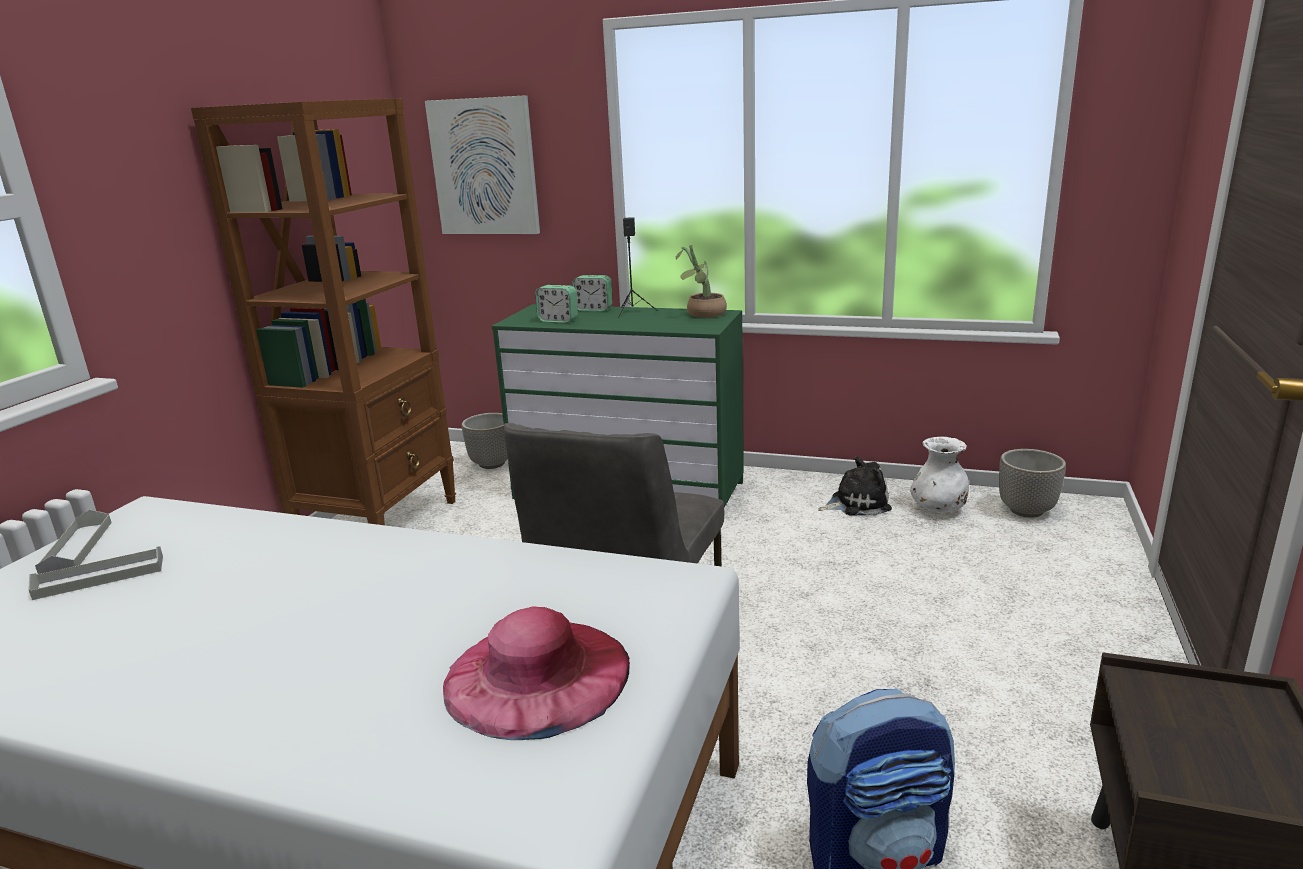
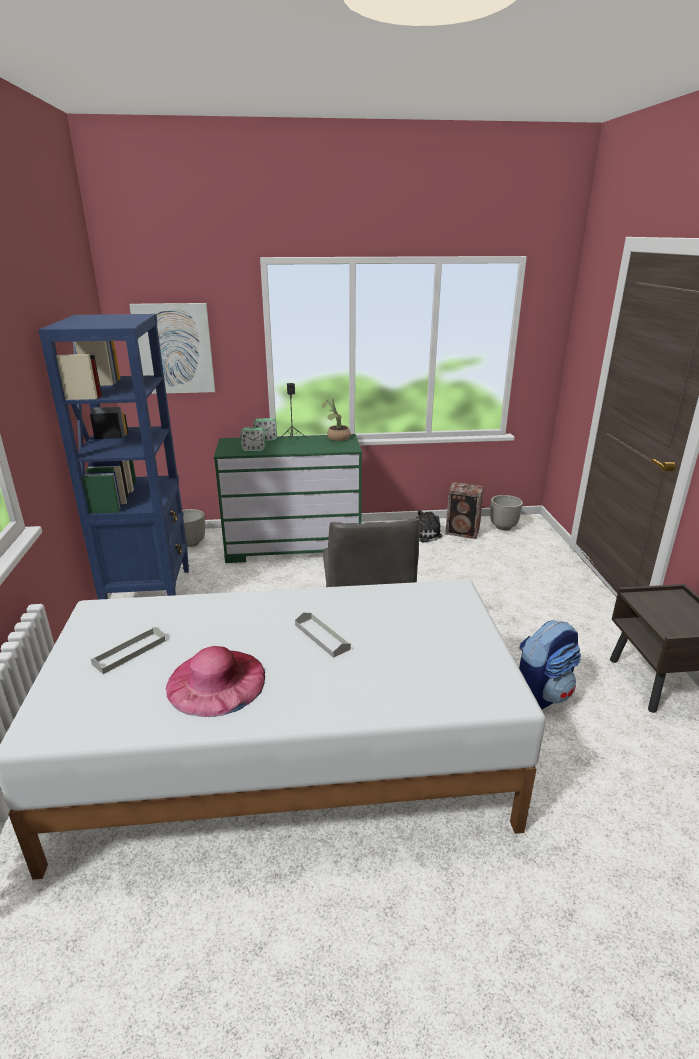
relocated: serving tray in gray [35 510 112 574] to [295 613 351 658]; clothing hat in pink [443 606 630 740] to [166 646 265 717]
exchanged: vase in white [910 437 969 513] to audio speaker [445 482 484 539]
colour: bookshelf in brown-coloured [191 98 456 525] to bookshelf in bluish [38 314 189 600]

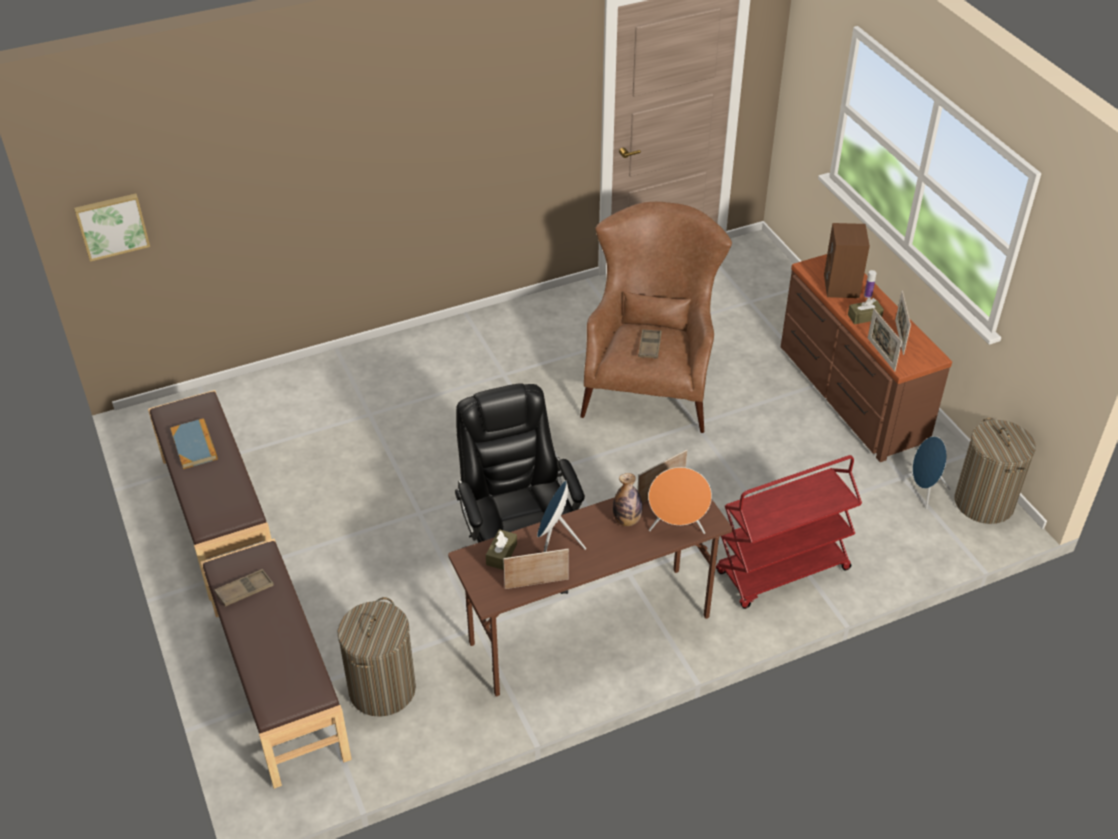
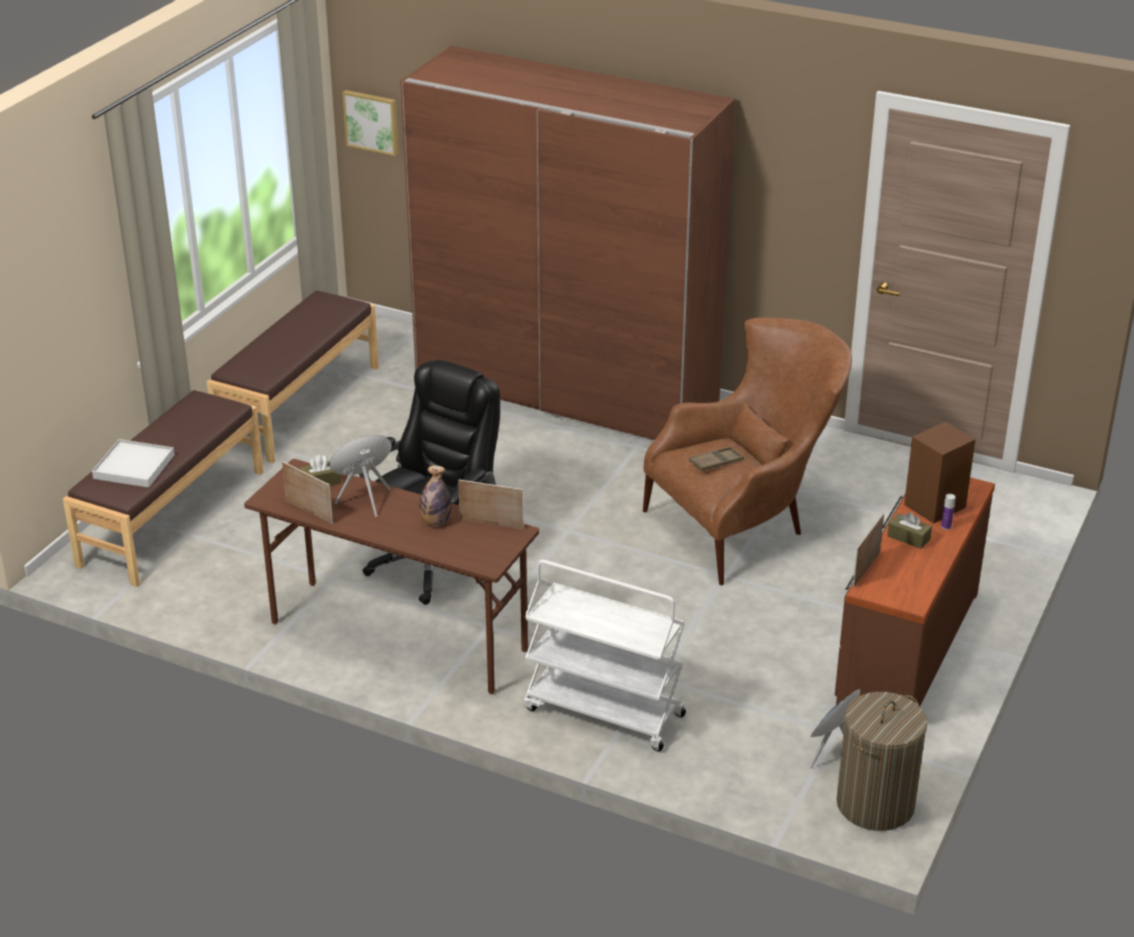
missing: volume [170 418 218 469]; serving tray in brown-coloured [214 569 274 607]; washing basket [338 597 416 717]; audio speaker in orange [648 467 712 534]; standing frame [895 291 911 355]
appeared: serving tray in white [92 439 175 488]; clothes cupboard in brown-coloured [400 46 735 440]
colour: wheeled cart in reddish [716 455 862 609] to wheeled cart in white [524 560 686 751]

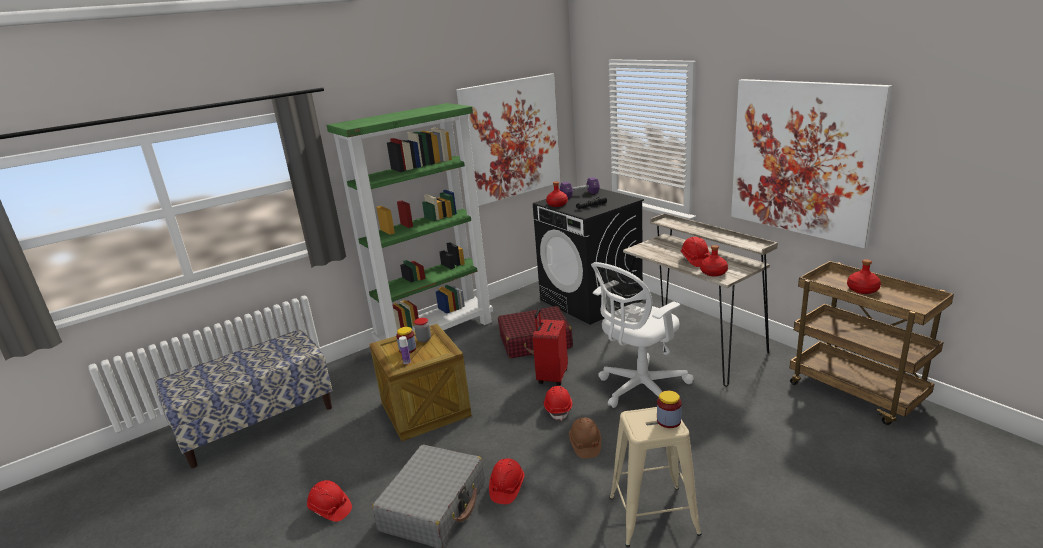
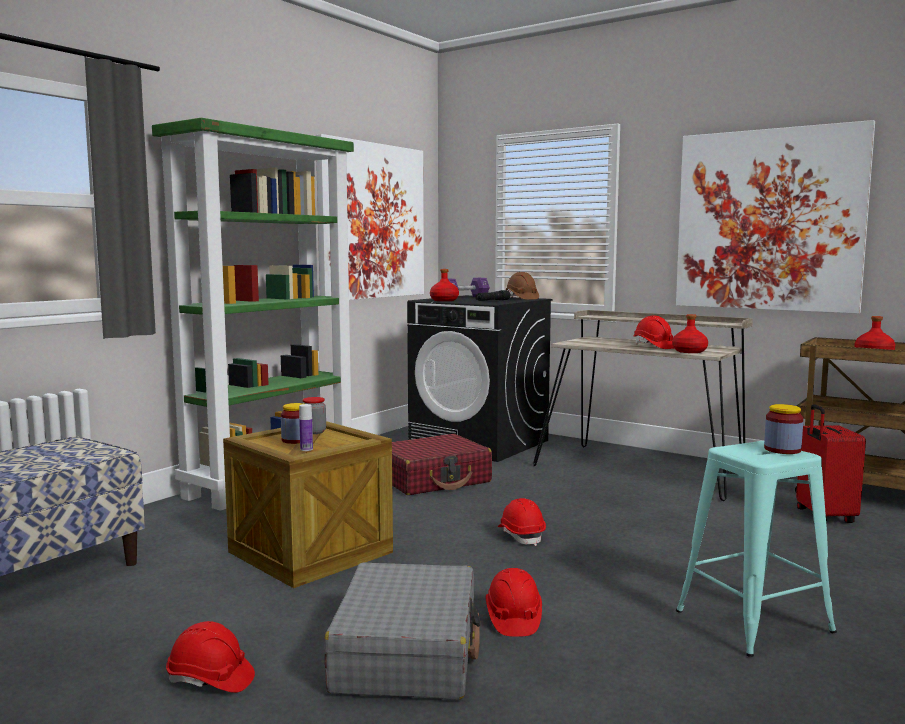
missing: office chair in white [591 262 694 408]
relocated: suitcase in reddish [533 309 568 385] to [796 404 866 523]; work helmet in brown-coloured [569 417 601 458] to [506 272 539 300]
colour: stool seat in beige [609 407 701 547] to stool seat in turquoise-coloured [676 441 837 657]

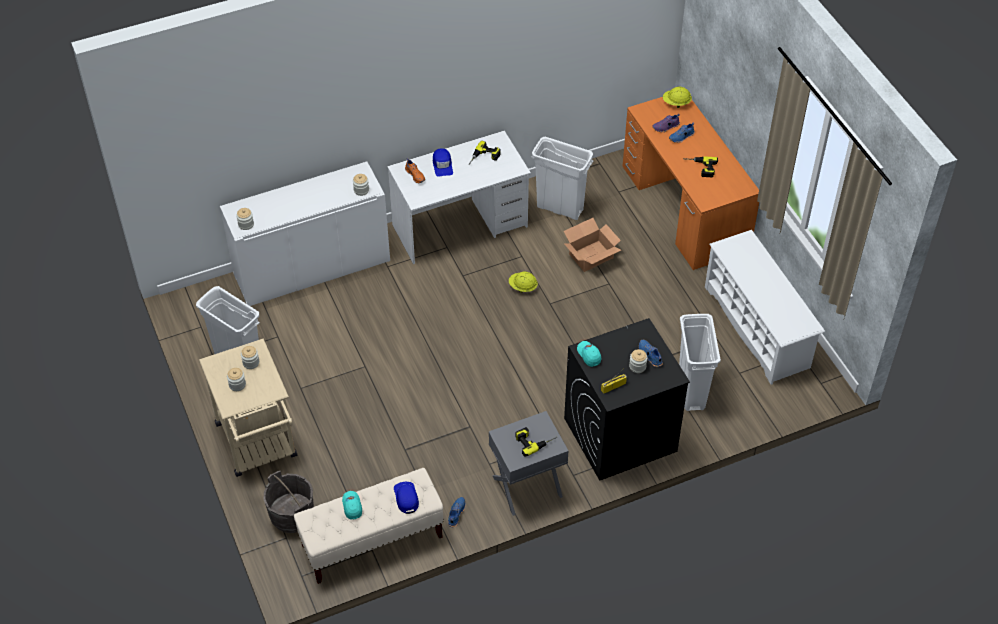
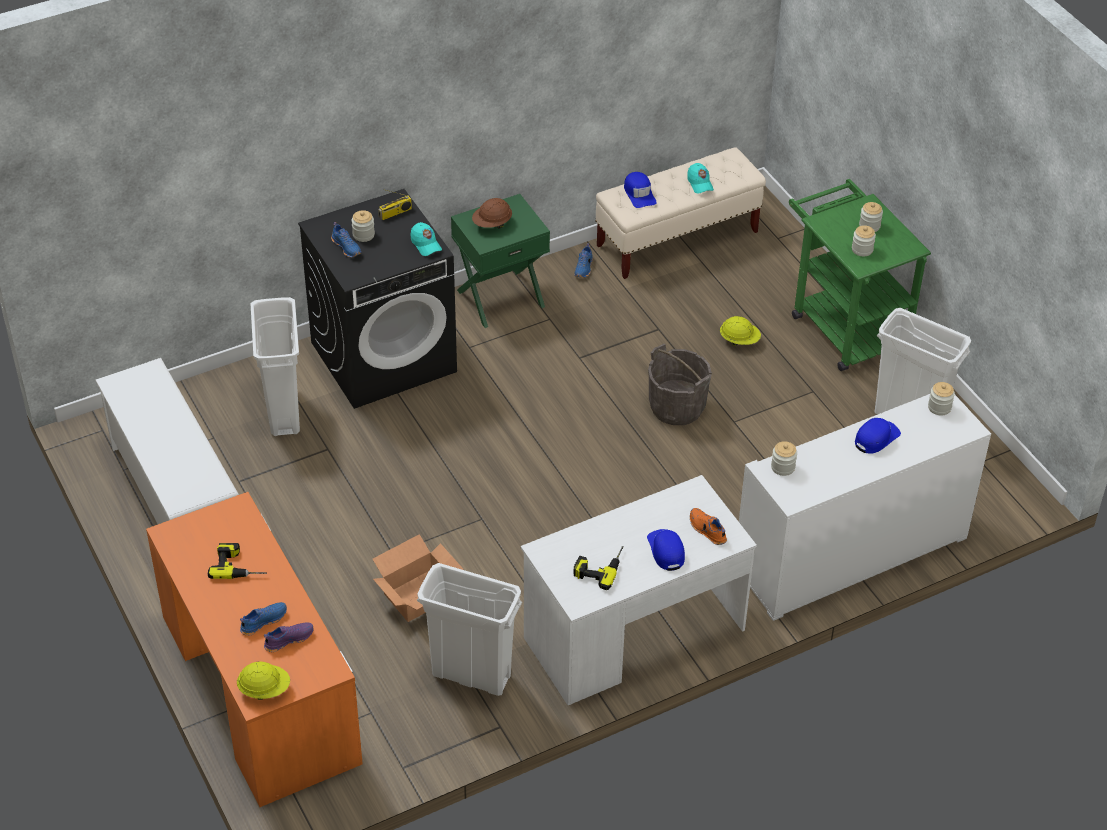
appeared: baseball cap in bluish [855 418 901 454]
relocated: pail in gray [263 471 314 533] to [648 344 712 425]; work helmet in yellowish [509 272 538 293] to [720 316 761 346]
exchanged: drill [515 427 557 457] to work helmet in brown-coloured [472 198 512 228]
colour: wheeled cart in beige [199 338 297 477] to wheeled cart in green-coloured [789 179 931 371]; bedside table in gray [489 411 569 516] to bedside table in green-coloured [451 194 550 328]

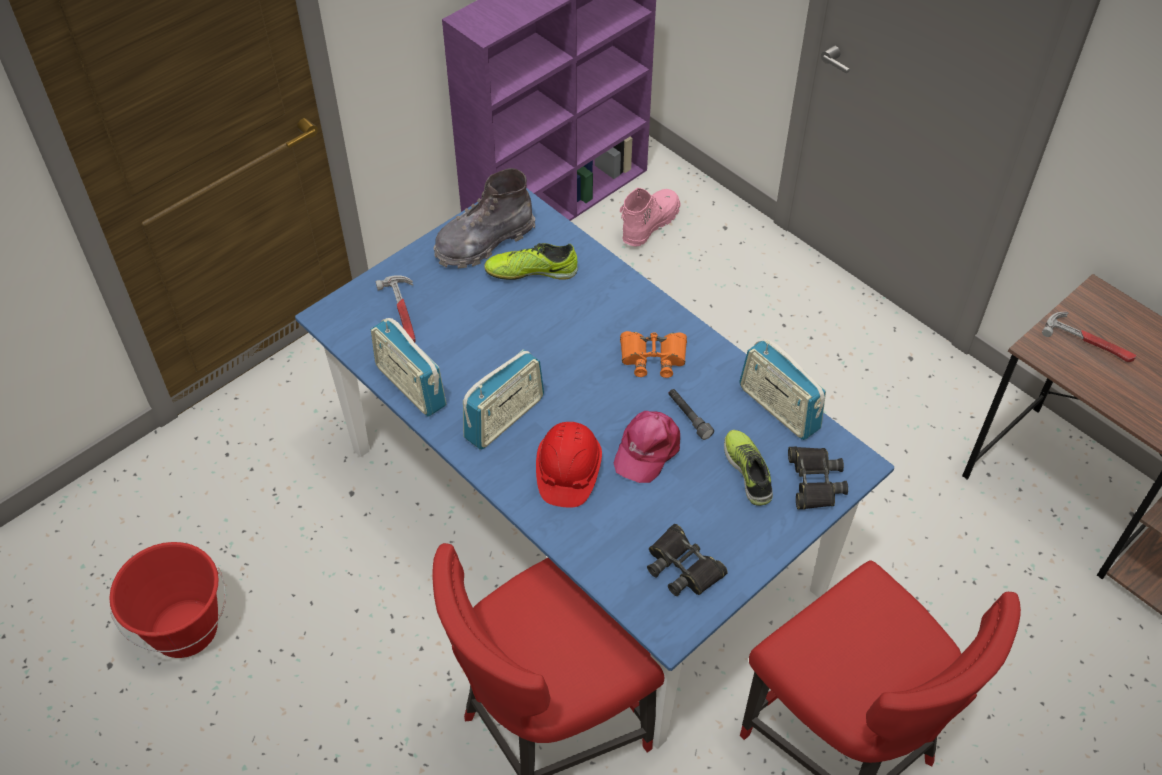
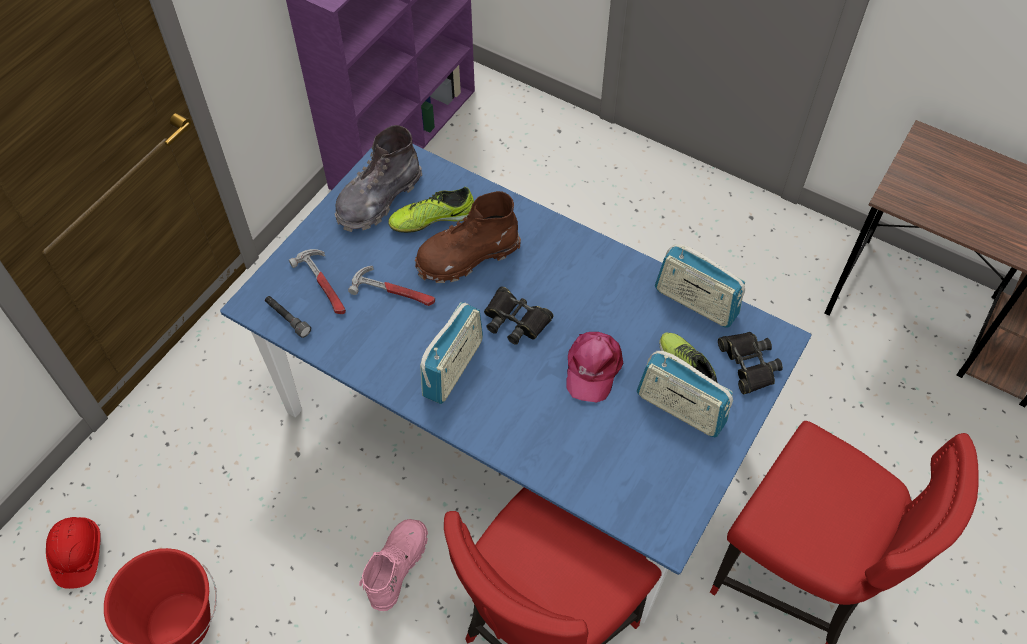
missing: field glasses in orange [620 331 687 378]
appeared: tall boot in brown-coloured [415 191 521 283]
relocated: radio set [370 318 447 417] to [637 351 733 437]; work helmet in reddish [536 422 602 508] to [46 517 101 589]; tall boot in pink [620 188 680 247] to [359 519 428 611]; field glasses in black-coloured [647 524 728 596] to [484 286 554 345]; hand torch in gray [668 389 714 440] to [265 296 311 338]; tool hammer [1042 312 1136 362] to [348 266 435 306]

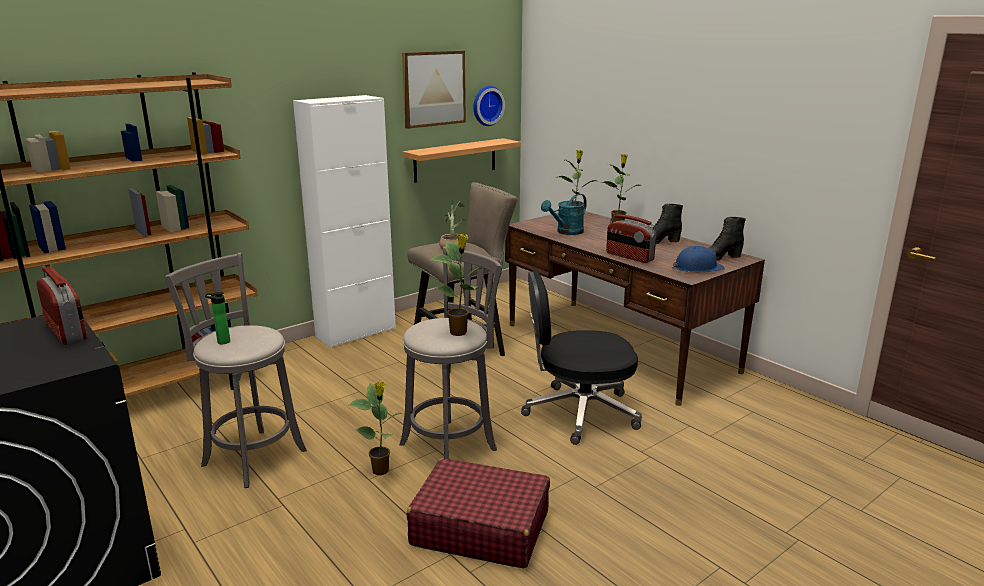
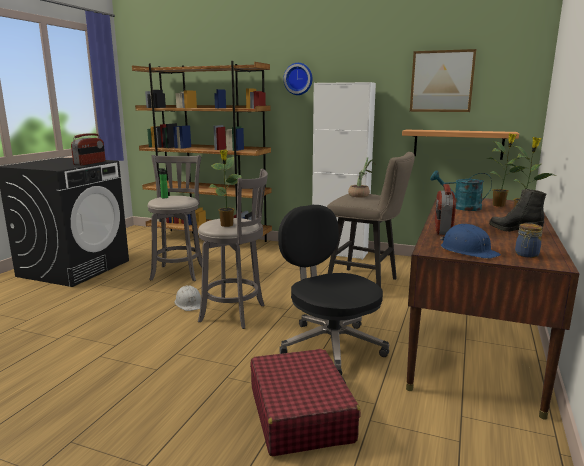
relocated: suitcase in reddish [407 458 550 568] to [250 349 361 456]; wall clock [473 86 505 126] to [283 63 313 95]
exchanged: plant in a pot [349 382 406 475] to work helmet in white [175 285 201 311]; tall boot in black-coloured [709 217 746 261] to jar [515 223 543 258]

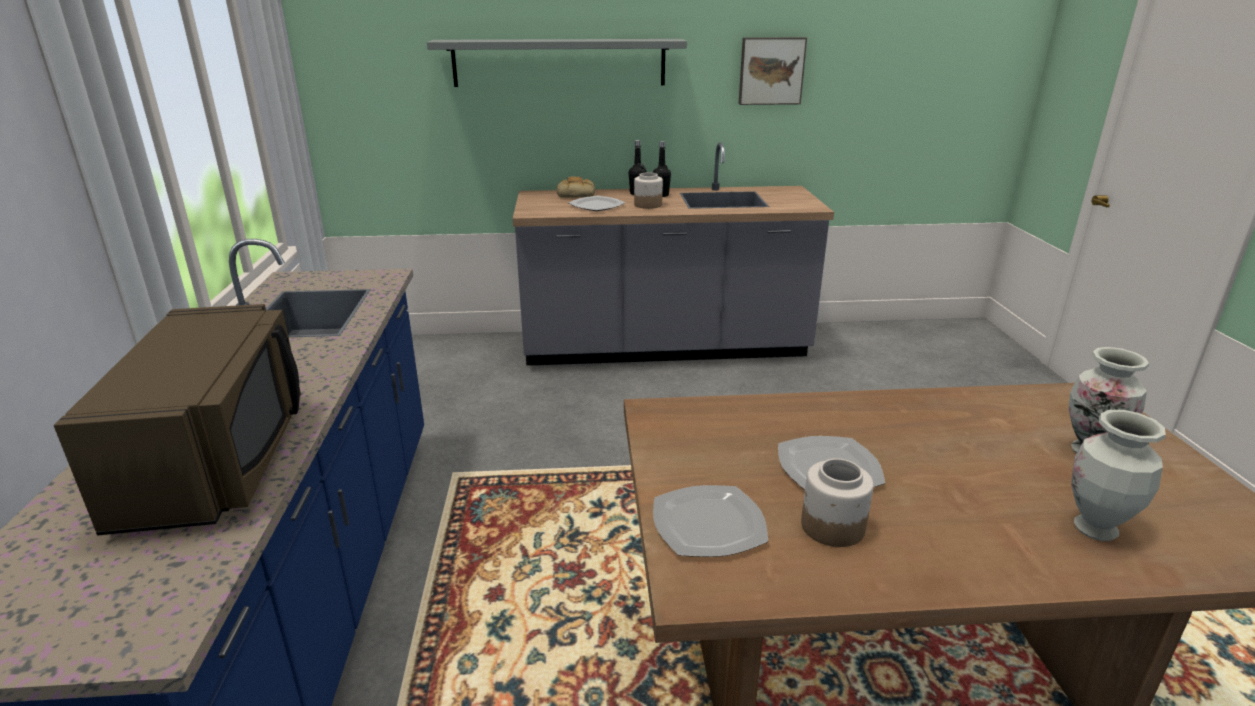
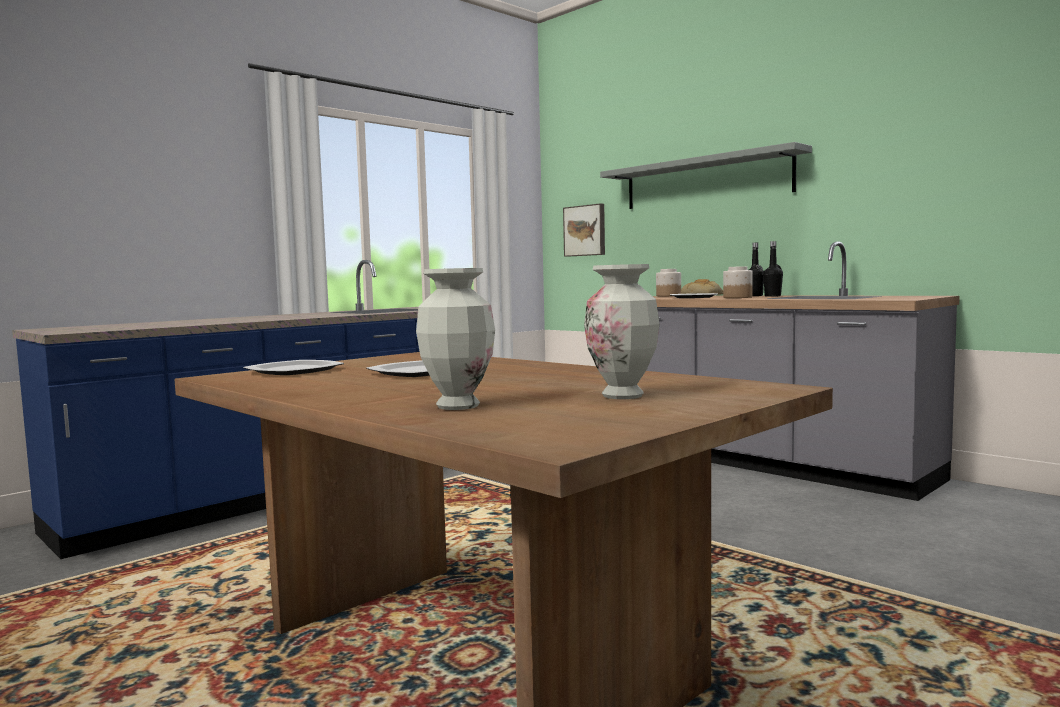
missing: microwave oven in brown-coloured [54 304 301 536]
relocated: picture [739 37 807 105] to [563 203 605 257]; jar [801 458 874 547] to [656 269 681 296]

